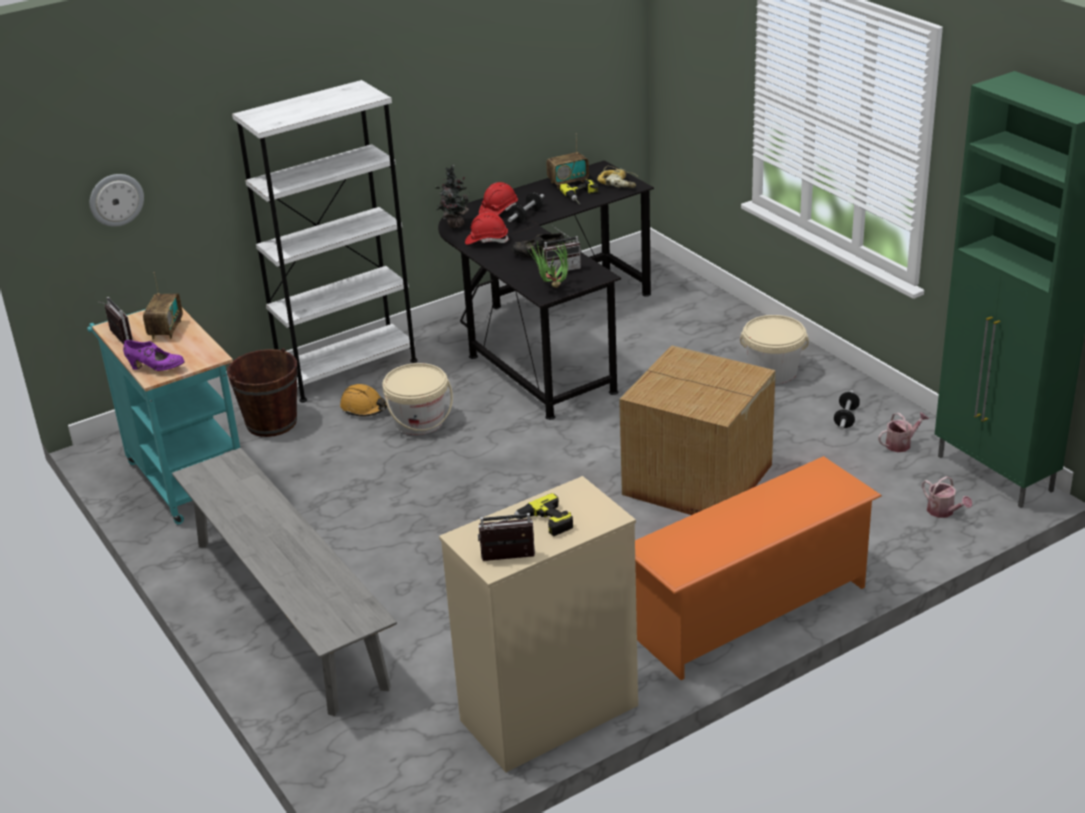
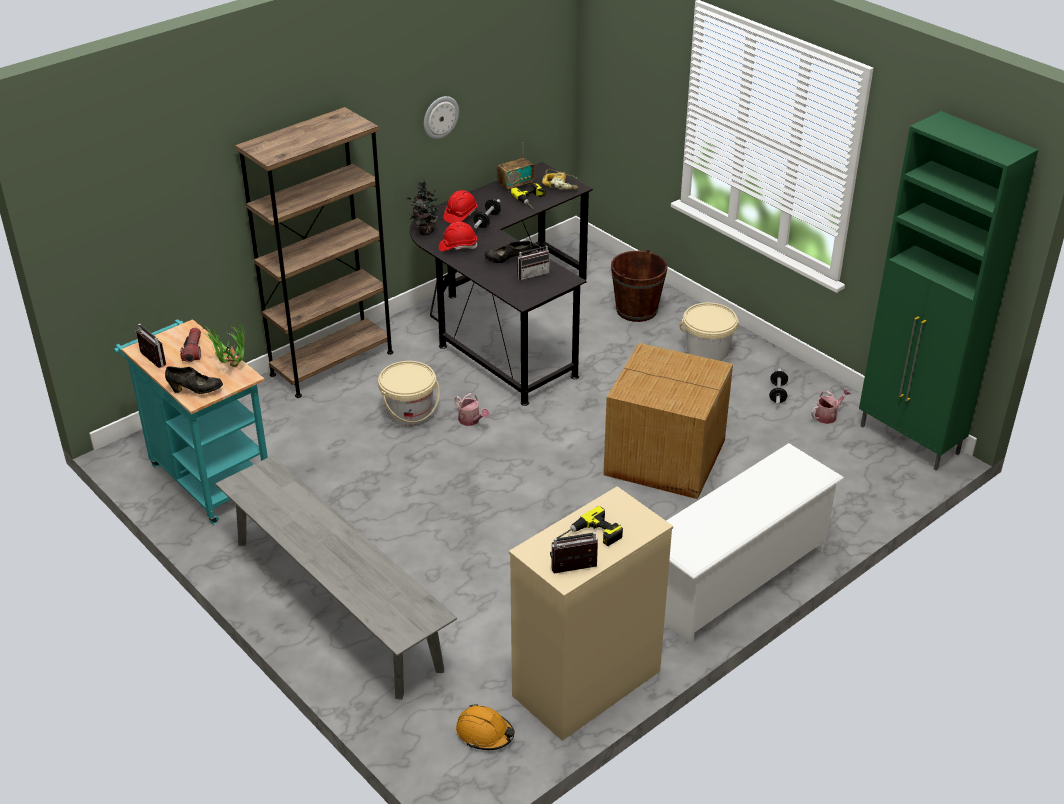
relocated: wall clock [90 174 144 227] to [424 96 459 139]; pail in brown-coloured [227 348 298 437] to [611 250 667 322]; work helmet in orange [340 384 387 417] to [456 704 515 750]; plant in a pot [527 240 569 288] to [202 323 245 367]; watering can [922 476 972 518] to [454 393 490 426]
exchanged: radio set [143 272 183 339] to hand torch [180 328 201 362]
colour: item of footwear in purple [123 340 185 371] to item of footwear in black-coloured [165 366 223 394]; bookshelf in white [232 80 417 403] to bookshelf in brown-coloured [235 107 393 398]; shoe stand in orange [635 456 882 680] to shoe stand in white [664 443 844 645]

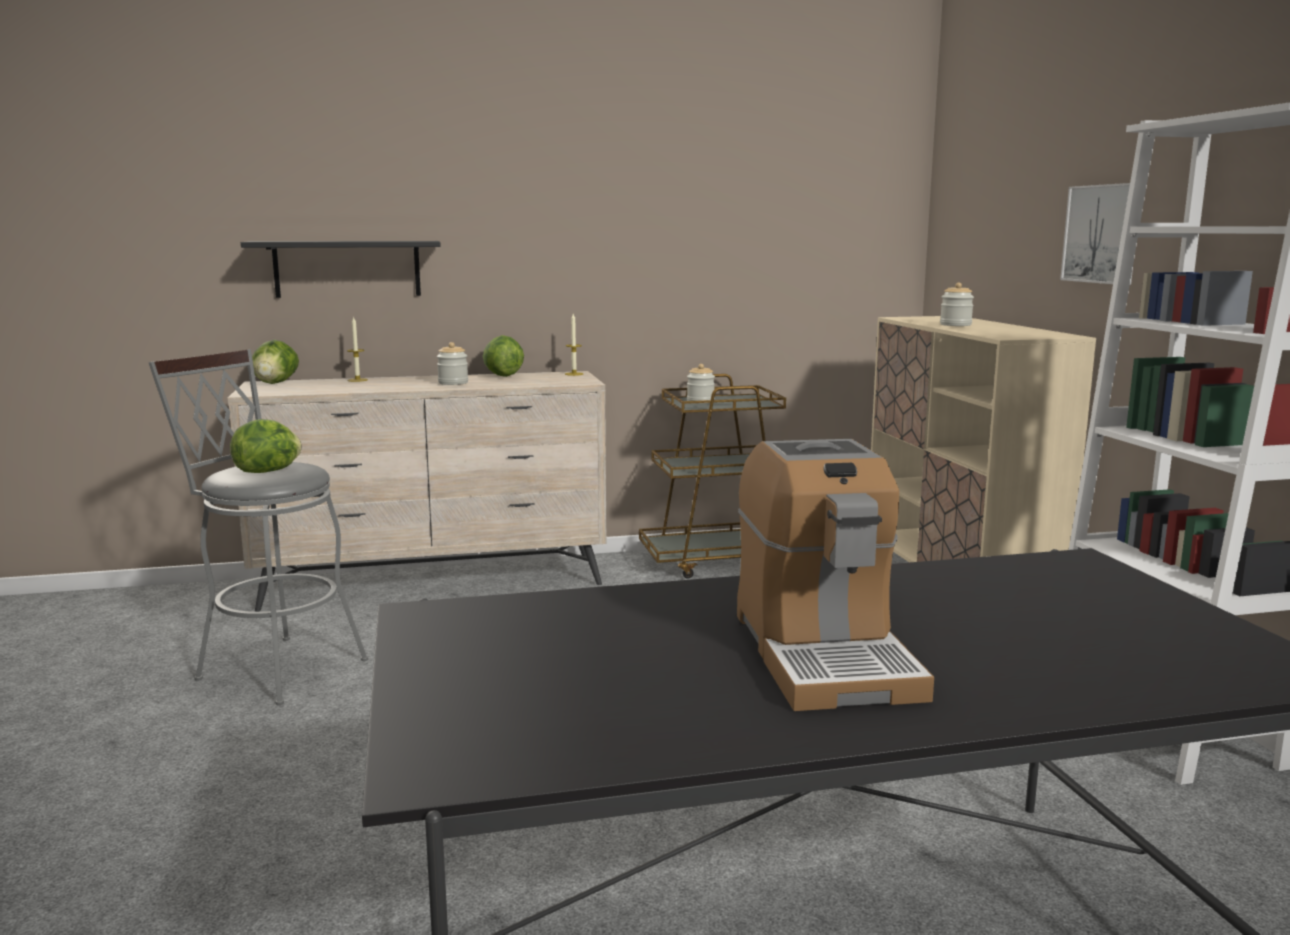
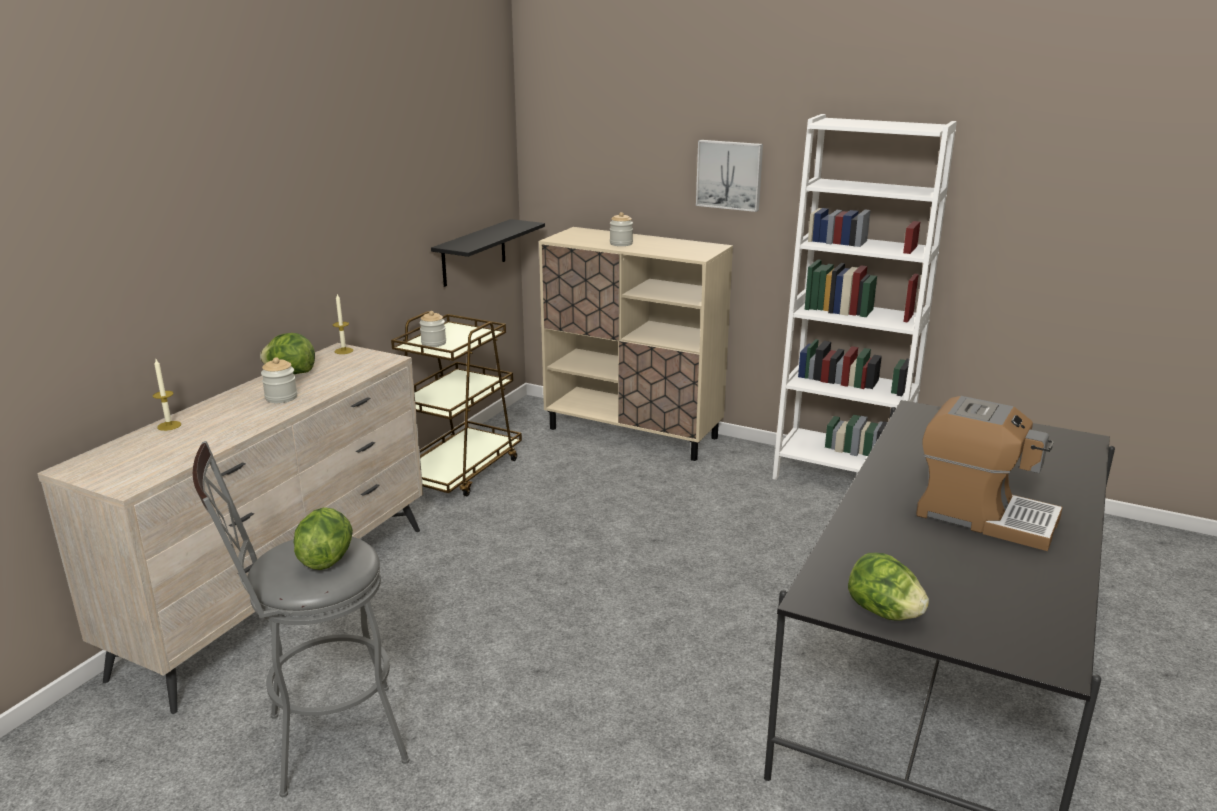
relocated: bracket shelf in black-coloured [241 241 441 298] to [431 219 545 287]; lettuce head [252 340 299 384] to [848 553 929 621]

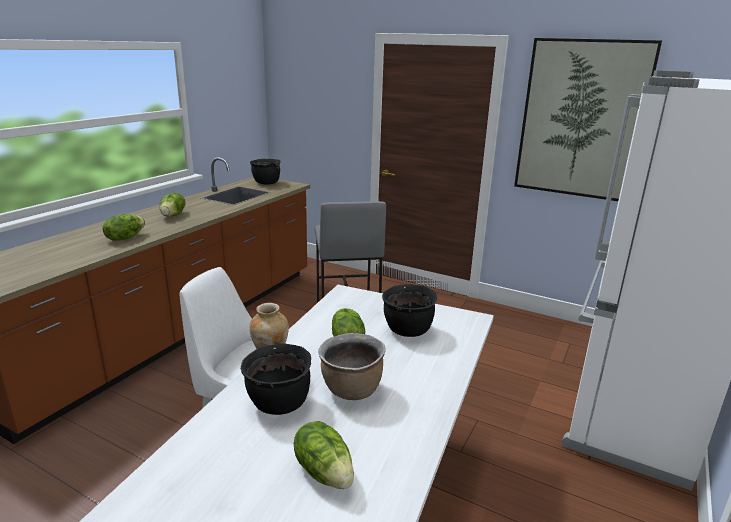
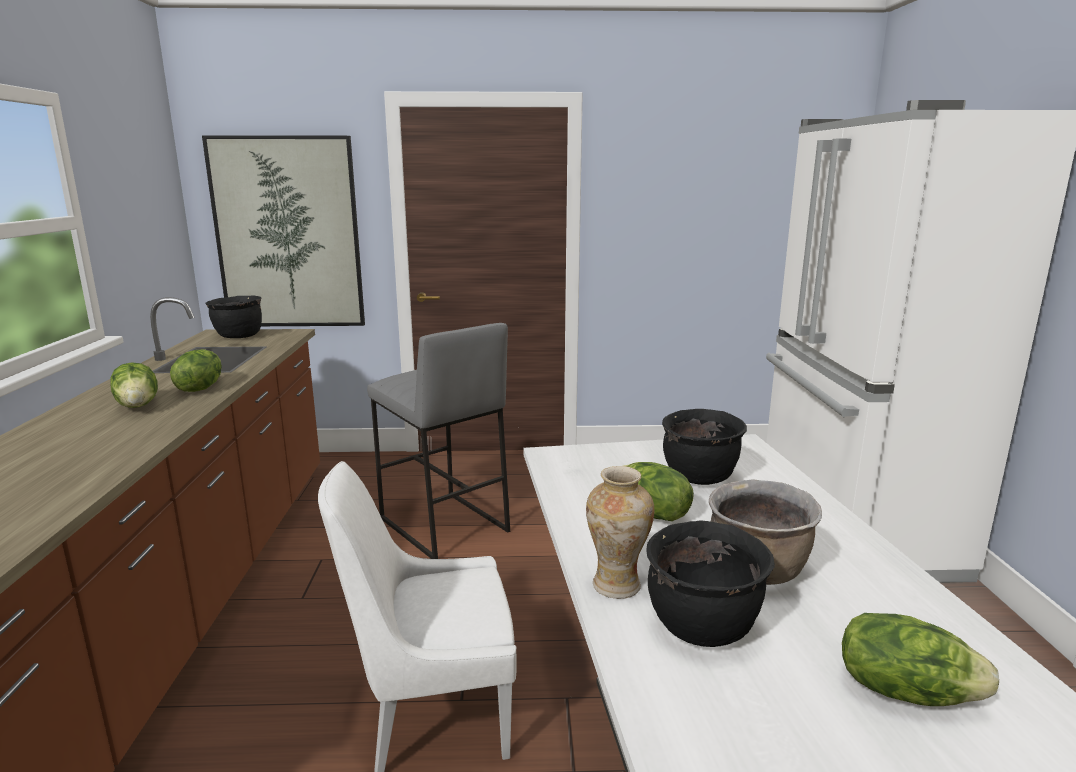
relocated: lettuce head [102 214 145 241] to [170 349 222 392]; picture [514 38 662 201] to [202 135 365 326]

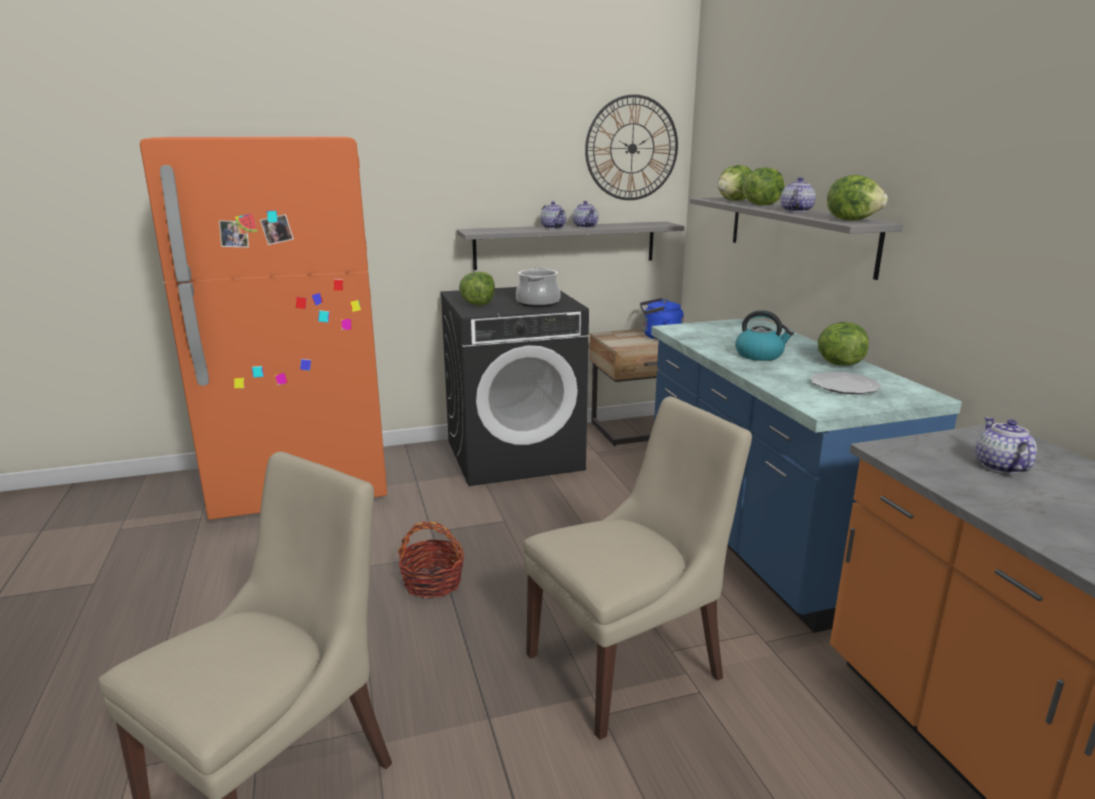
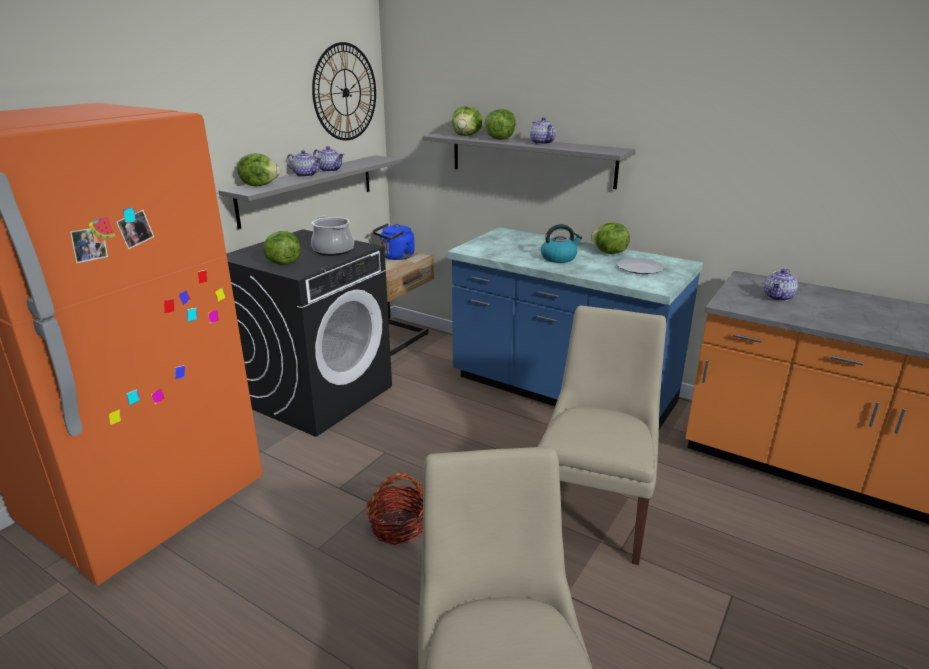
relocated: lettuce head [827 175 888 221] to [237 153 280 186]
spun: tea pot [975 417 1037 474] = [764 269 798 301] 105 degrees counterclockwise

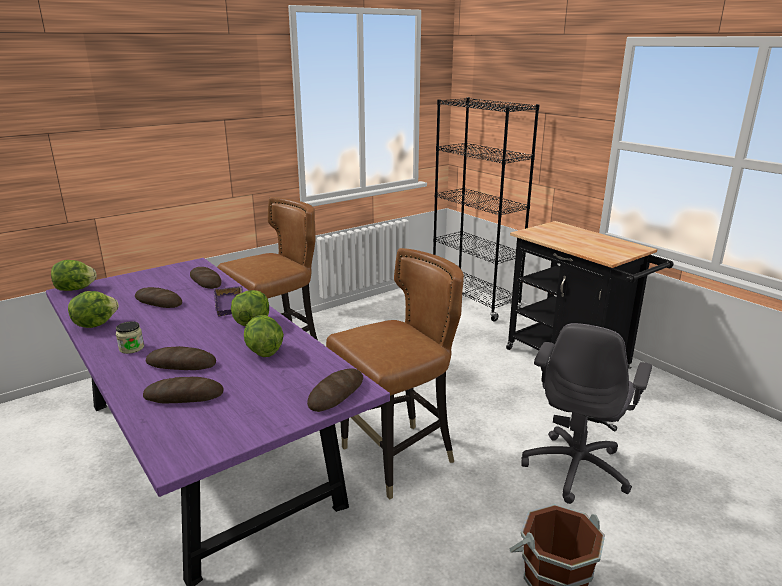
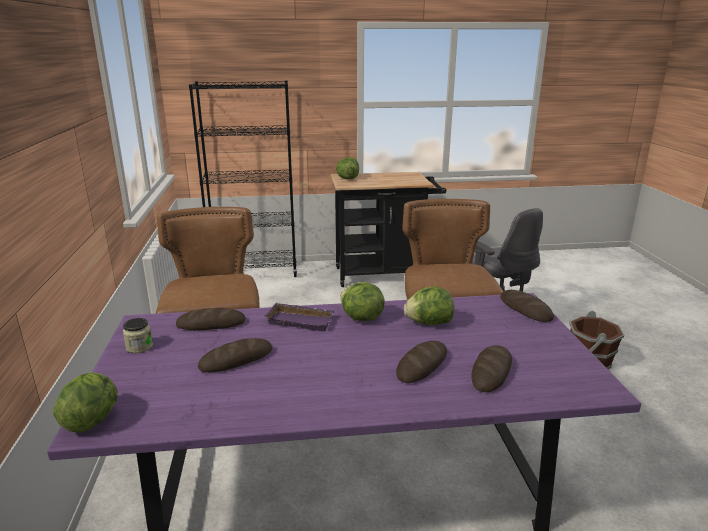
relocated: lettuce head [68 291 119 328] to [336 157 359 179]; jar [116 321 144 354] to [123 318 153 353]

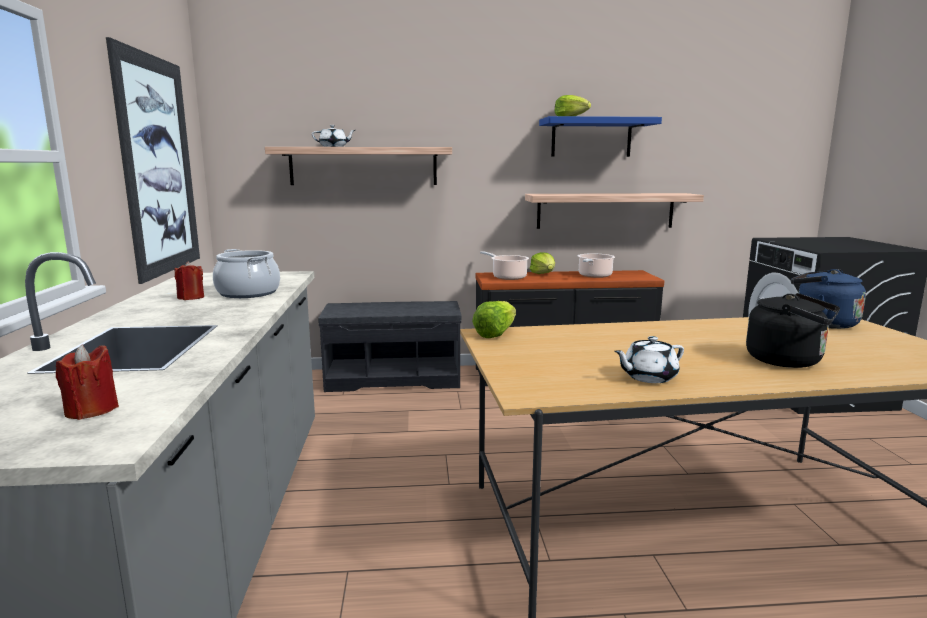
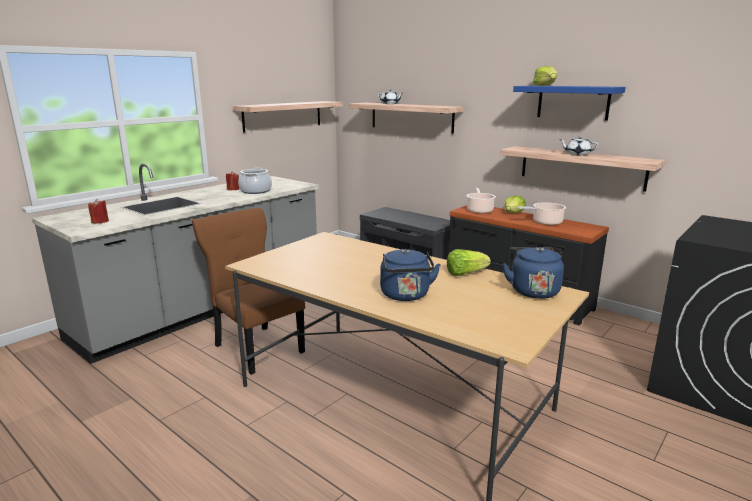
appeared: chair in brown-coloured [192 208 305 375]
relocated: lettuce head [472 301 516 338] to [447 249 491 276]; tea pot in white [614 336 684 383] to [559 136 598 155]
exchanged: picture [106 37 200 284] to bracket shelf [233 101 343 133]
colour: water kettle in black-coloured [746 293 840 368] to water kettle in bluish [380 249 441 301]

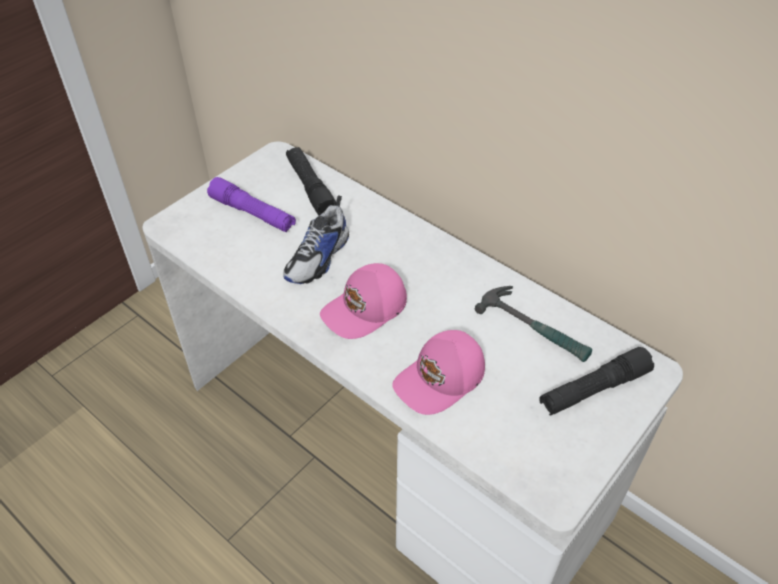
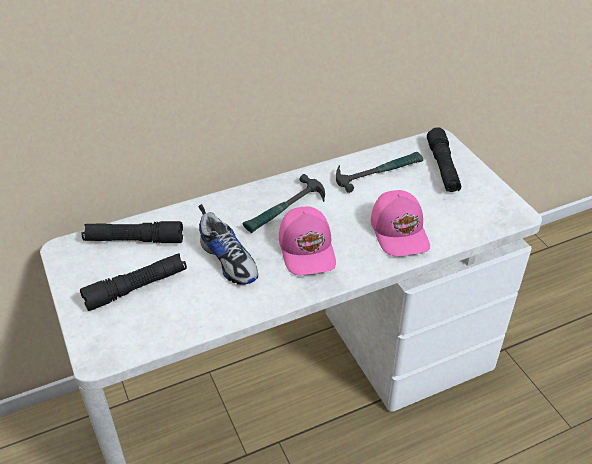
appeared: tool hammer [243 174 325 233]
colour: hand torch in purple [207 177 296 233] to hand torch in black-coloured [80 253 187 311]

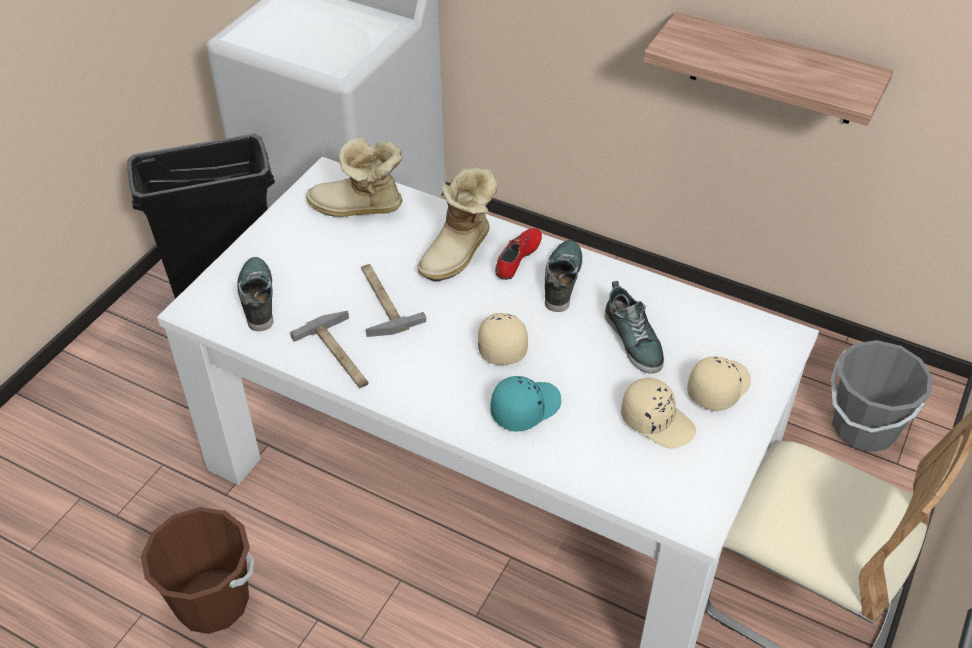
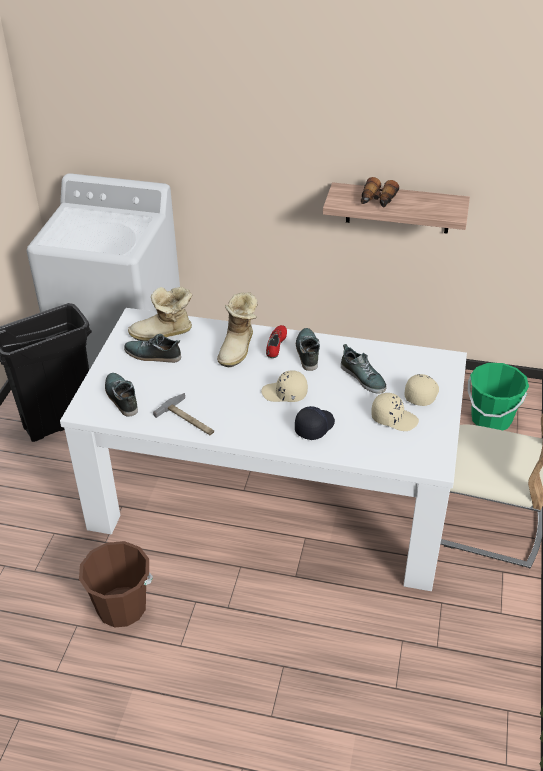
missing: tool hammer [361 264 426 337]
appeared: item of footwear [124 334 181 363]; field glasses [361 177 399 207]
colour: baseball cap in turquoise-coloured [491 376 561 431] to baseball cap in black-coloured [295 406 335 440]; pail in gray [831 340 933 452] to pail in green-coloured [468 363 529 430]
spun: baseball cap in beige [478 313 528 365] = [261 370 308 402] 60 degrees counterclockwise

